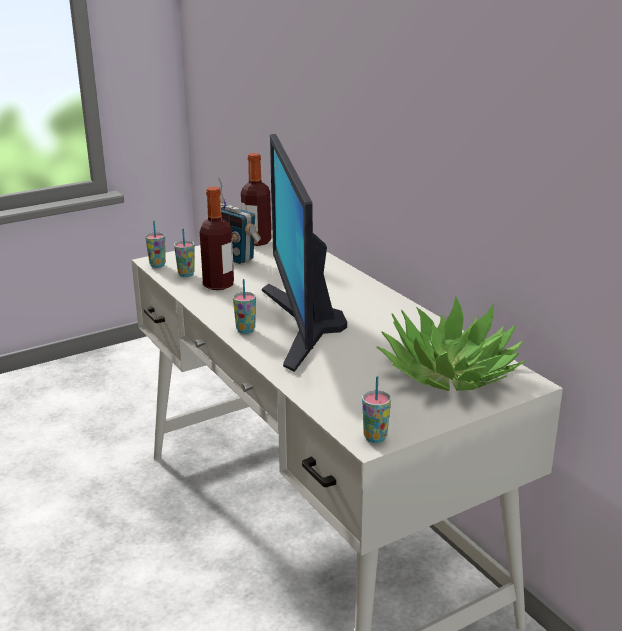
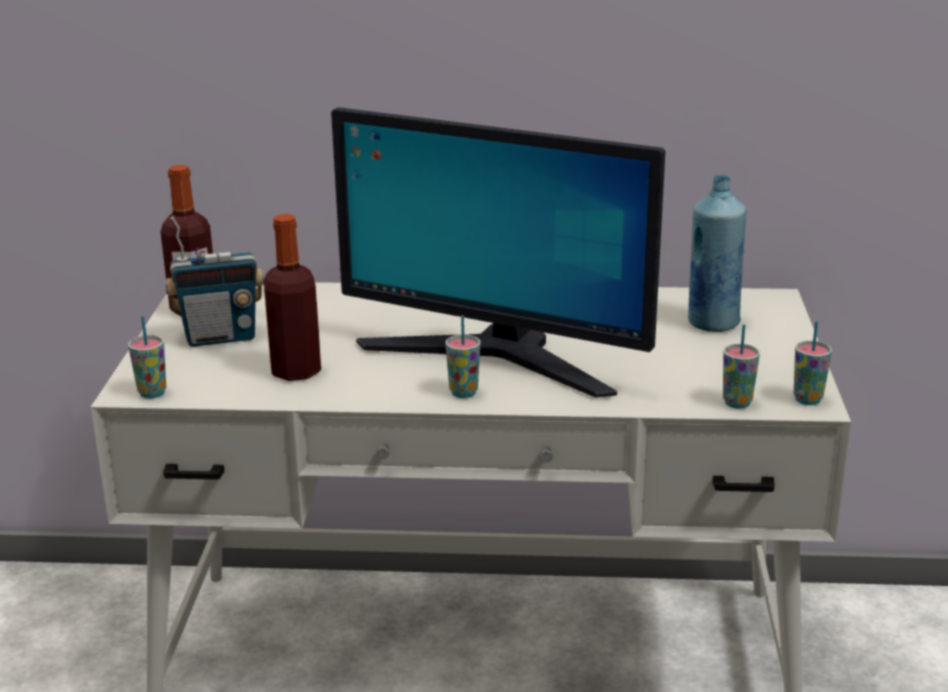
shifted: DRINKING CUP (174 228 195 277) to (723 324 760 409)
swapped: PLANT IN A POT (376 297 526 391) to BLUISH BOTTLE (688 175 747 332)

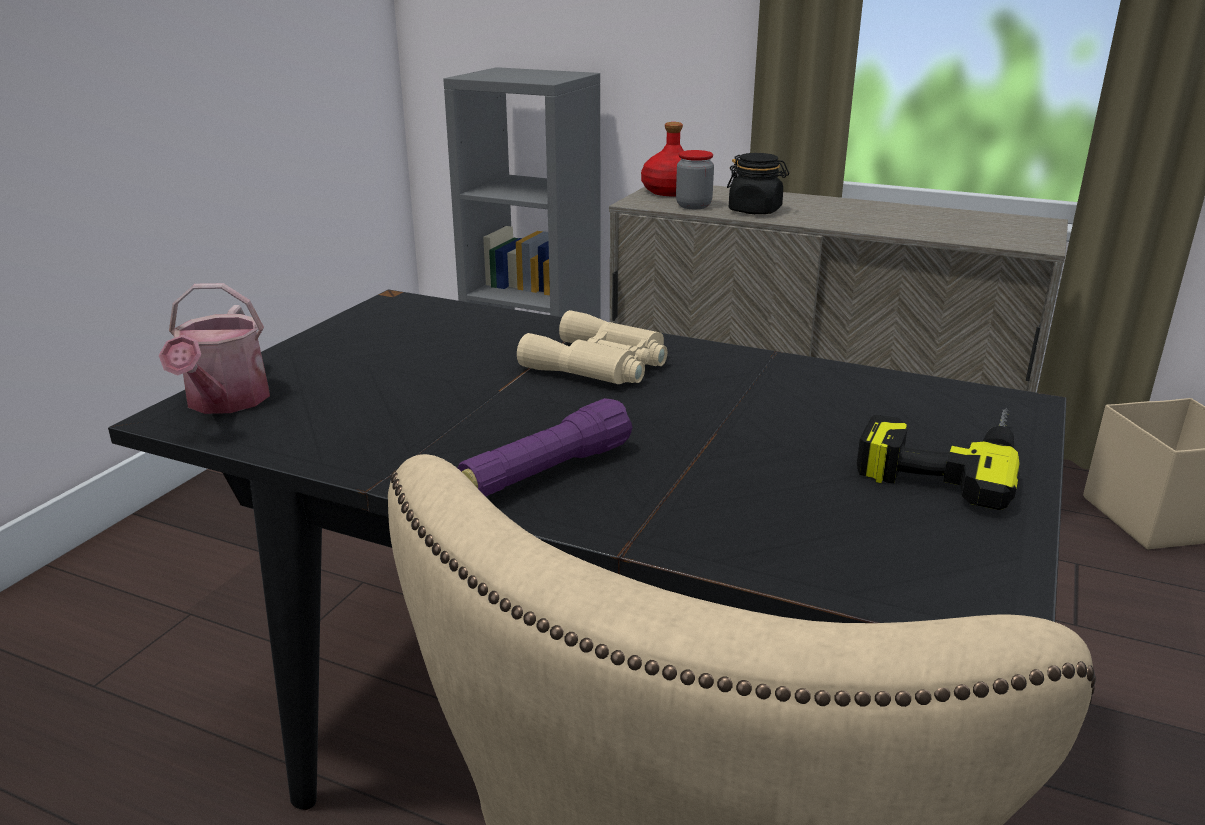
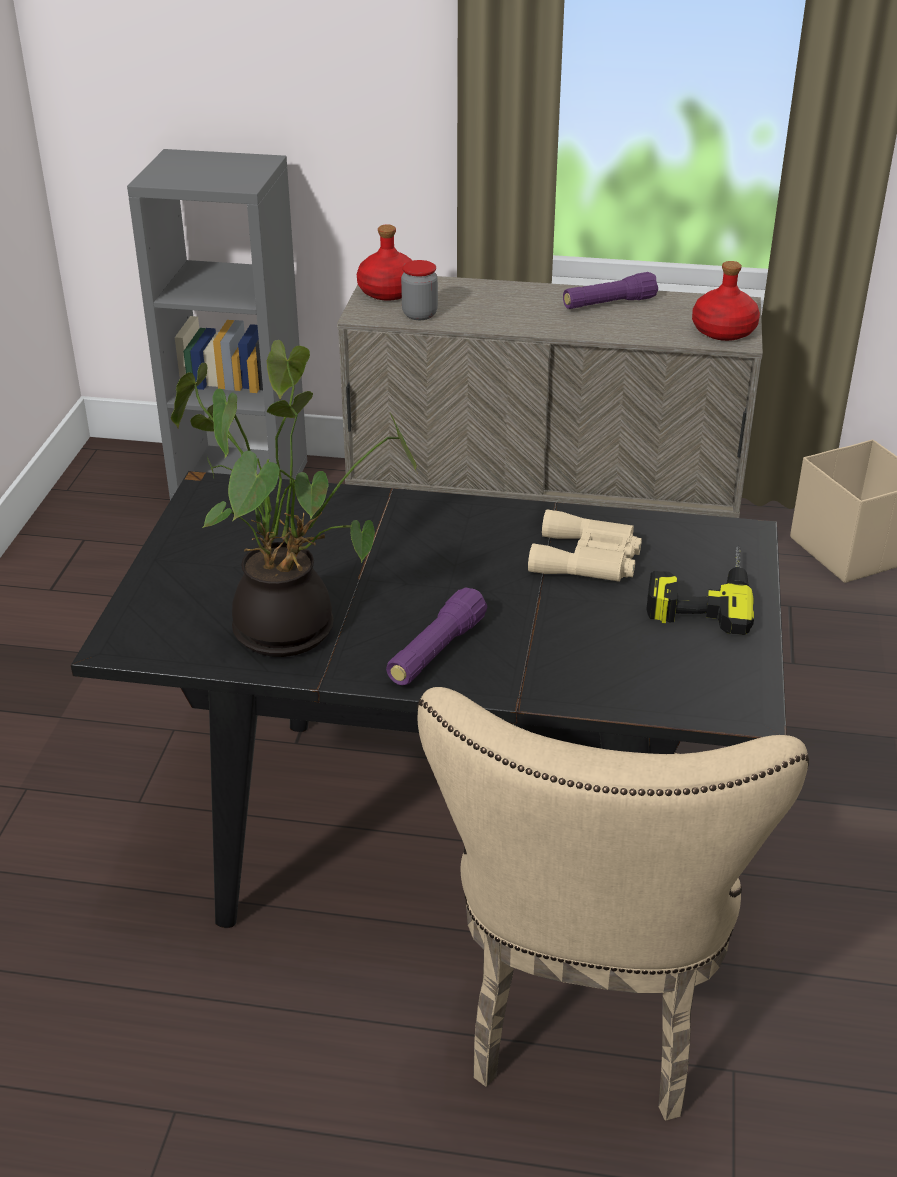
gone: SPRINKLING CAN (158 283 270 414); BLACK PRESERVE JAR (727 153 789 214)
new: PLANT IN A POT (171 340 417 657); PURPLE-COLOURED TORCH (563 272 658 309); RED BOTTLE (692 261 760 341)
shifted: SAND-COLOURED BINOCULARS (517 310 667 384) to (528 510 642 582)

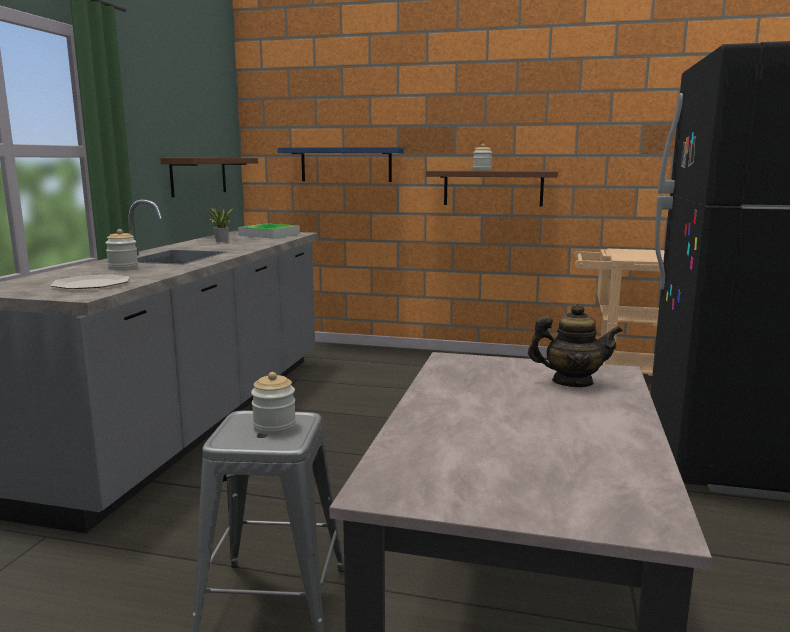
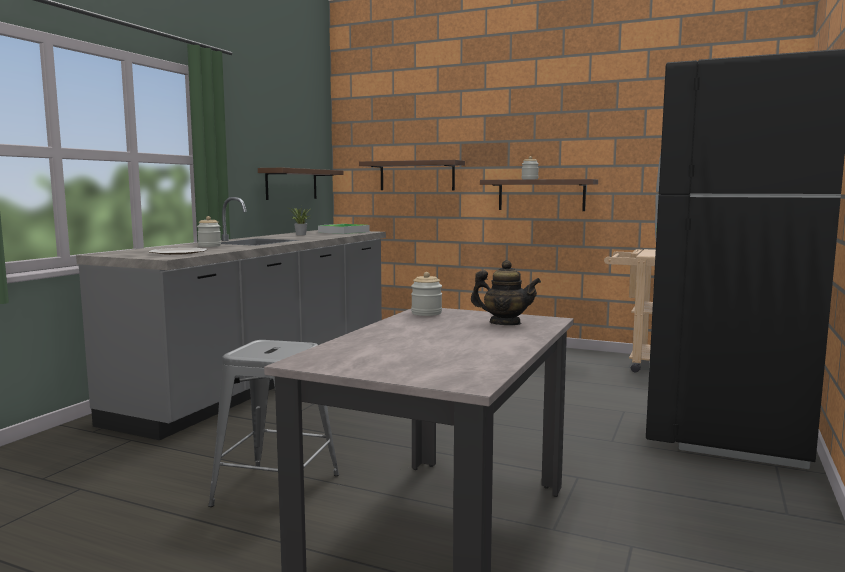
shifted: PRESERVE JAR (251 372 296 435) to (411 272 442 316)
repainted: BLUISH SHELF (278 147 404 182) to BROWNISH SHELF (359 160 465 190)

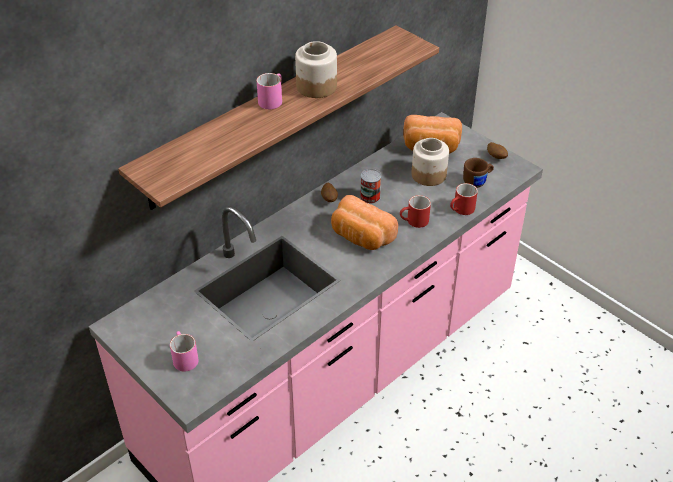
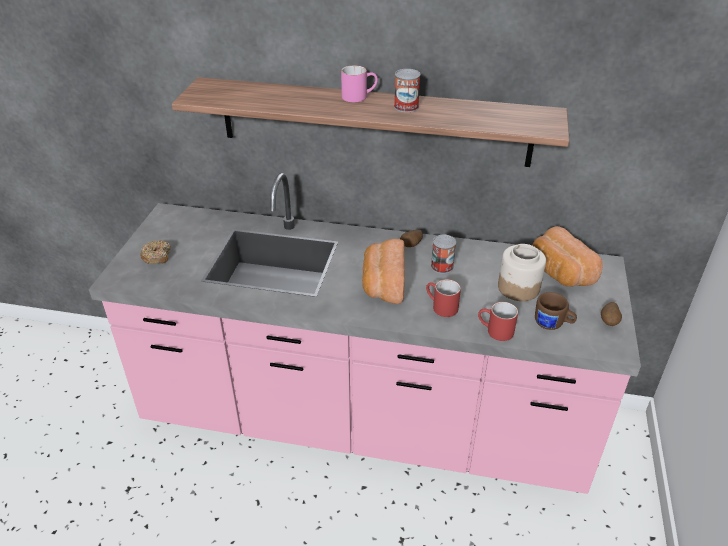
swapped: PINK-COLOURED TEA MUG (170 331 199 371) to DOUGHNUT (140 240 171 264); PRESERVE JAR (295 41 337 98) to SEALED CAN (394 69 421 112)

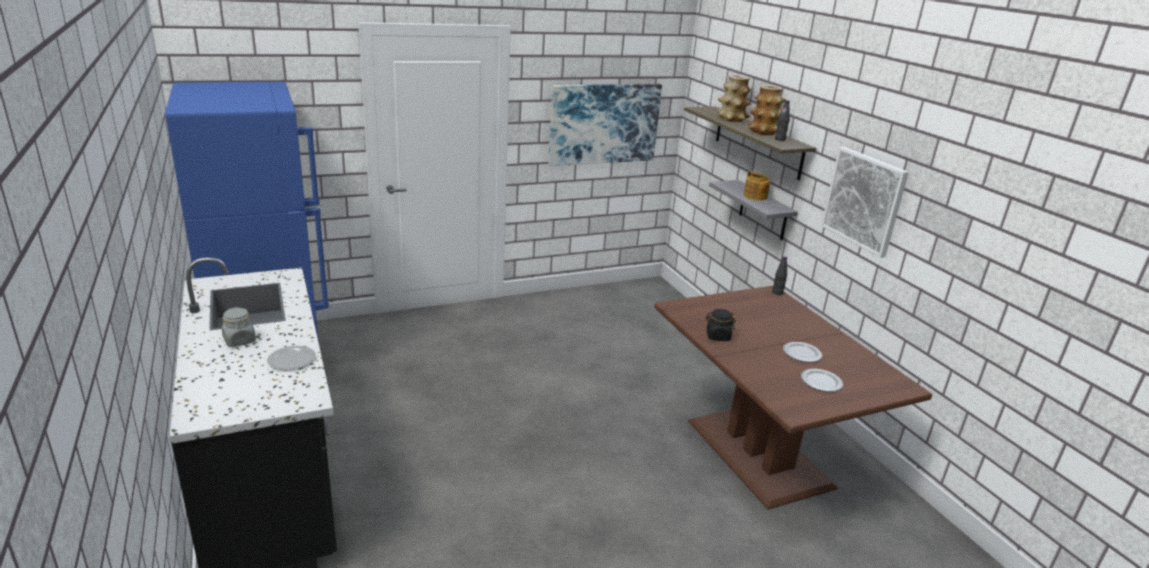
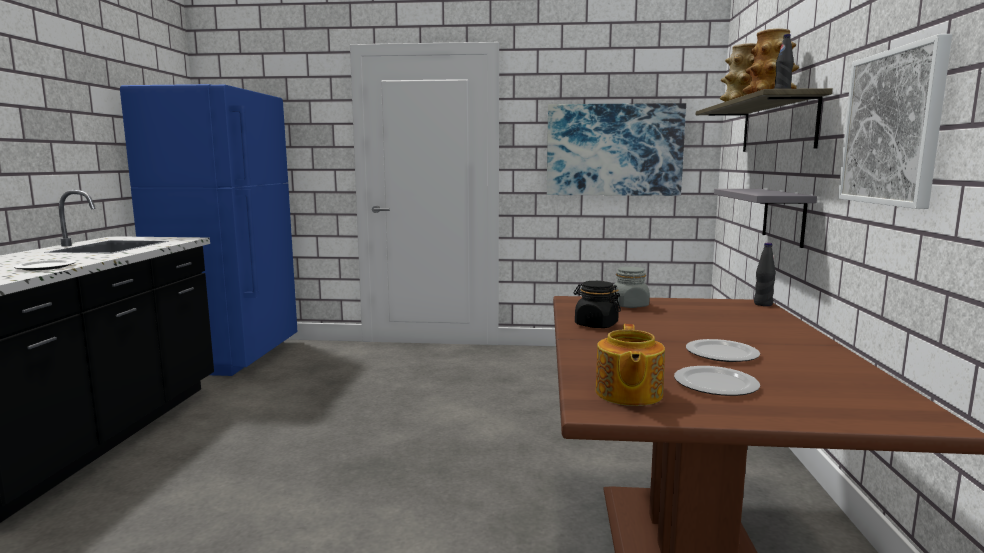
shifted: POT FOR TEA (743 171 771 200) to (595 324 665 406); GREYISH PRESERVE JAR (222 307 256 347) to (613 267 650 308)

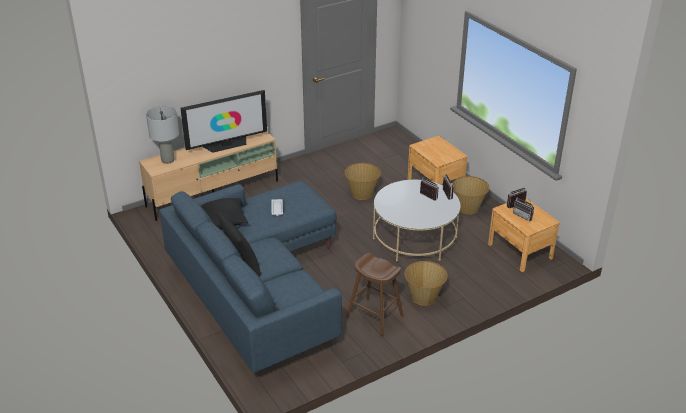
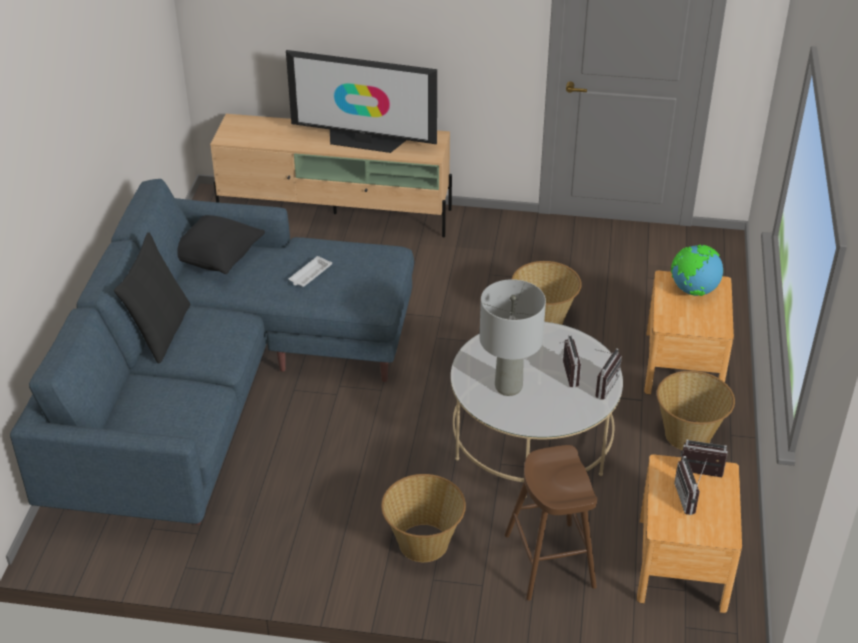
new: DESK GLOBE (671 245 723 296)
shifted: GREYISH LAMP FOR A TABLE (146 106 179 164) to (480 279 546 396); BROWNISH STOOL (346 253 403 336) to (505 445 597 601)

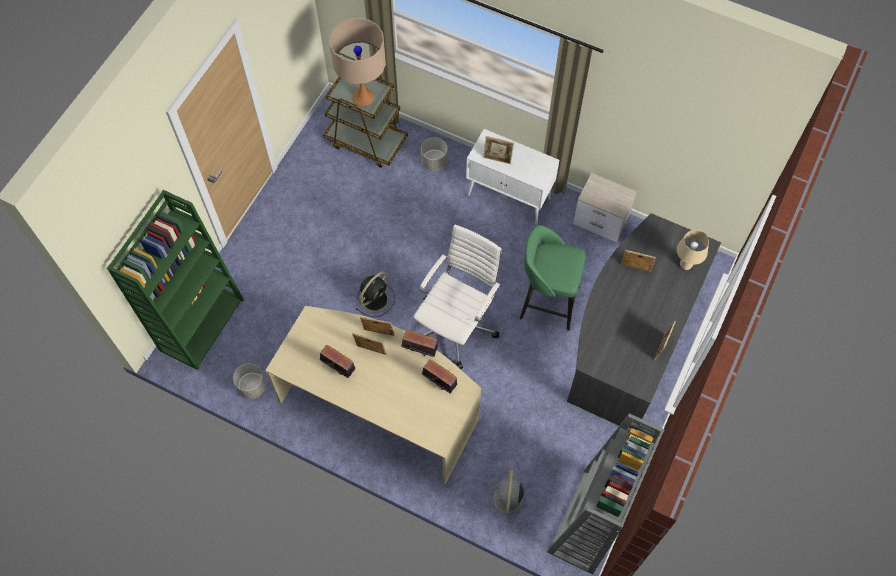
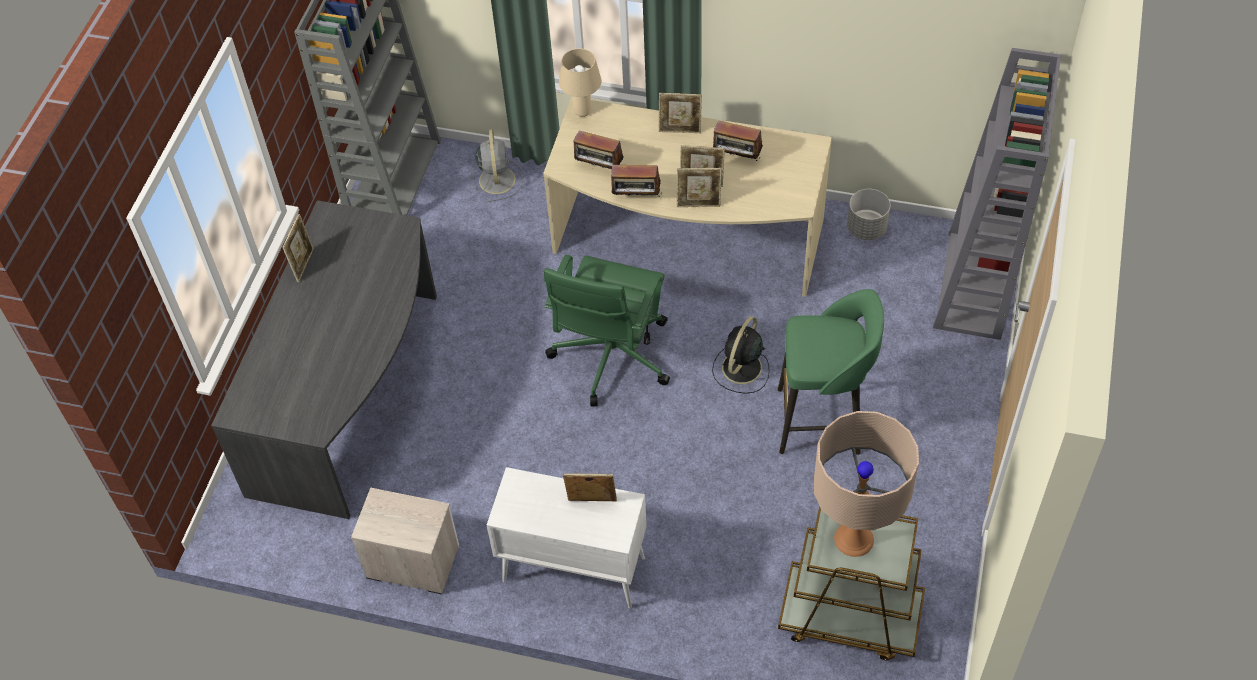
gone: GREYISH PLANT POT (421 137 448 171)
shifted: SAND-COLOURED LAMP FOR A TABLE (677 230 709 270) to (559 48 601 117); STANDING FRAME (621 250 656 272) to (659 93 702 133); GREENISH STOOL (520 225 585 331) to (778 289 884 455)
repainted: WHITE OFFICE CHAIR (413 225 502 369) to GREENISH OFFICE CHAIR (544 255 670 406); GREENISH BOOKCASE (107 190 244 370) to GREYISH BOOKCASE (933 48 1061 340)

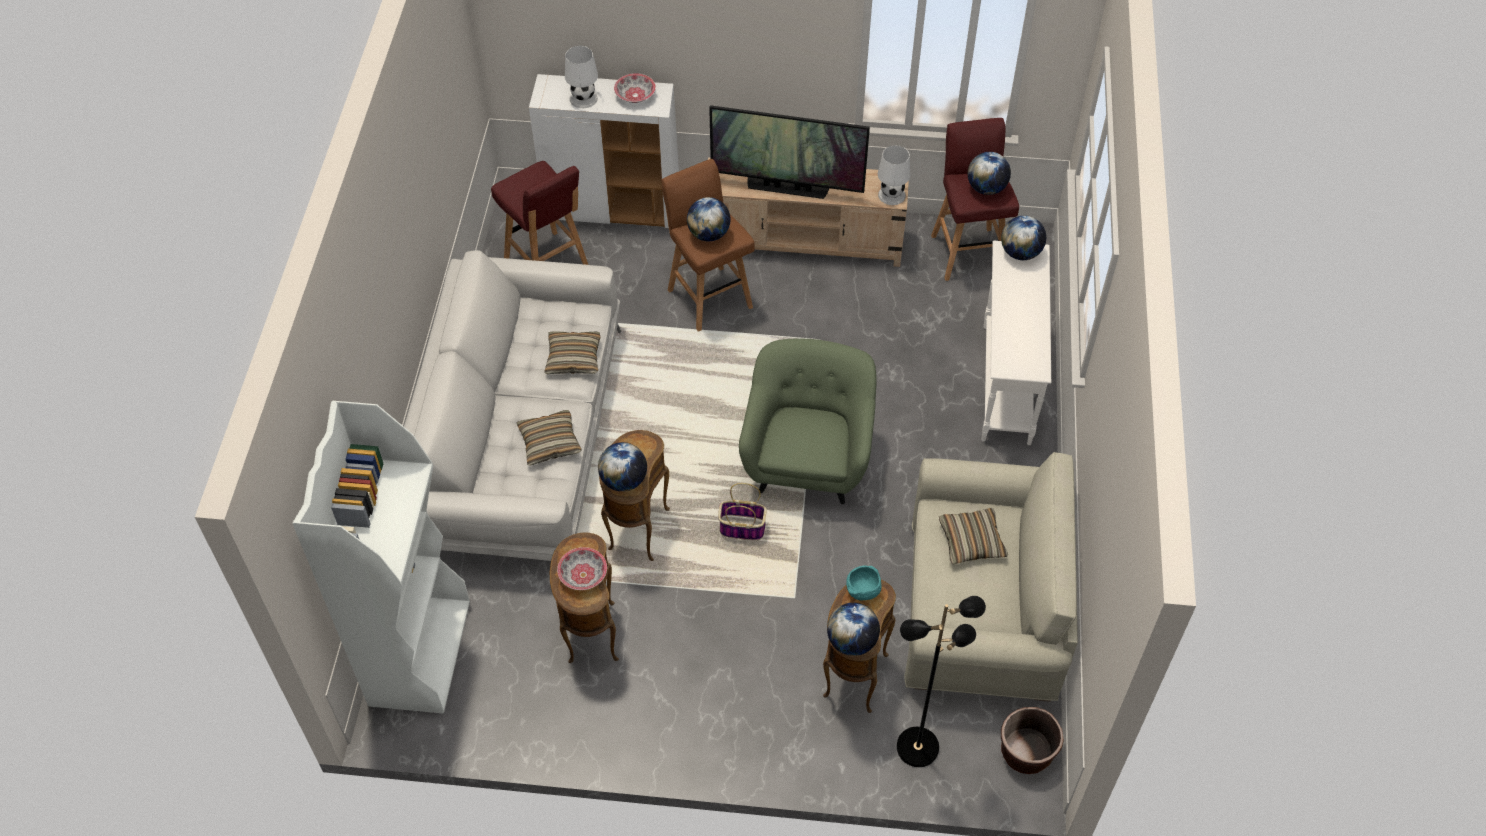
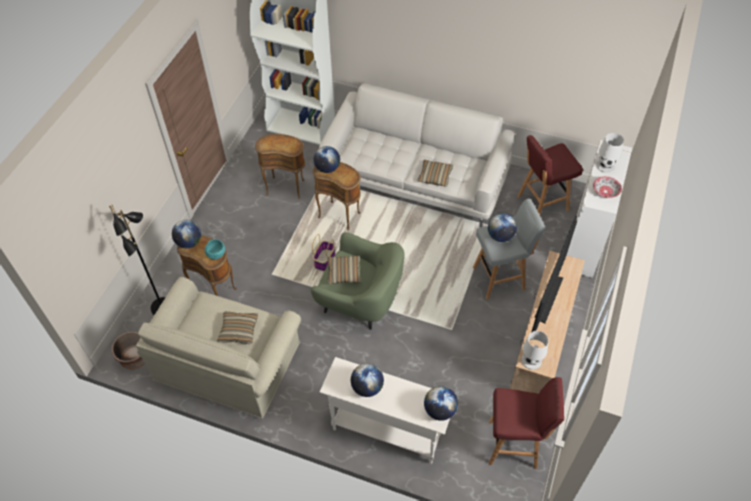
gone: DEEP DISH (557 547 607 590)
shifted: PILLOW (517 410 582 466) to (327 256 361 284); DESK GLOBE (968 152 1011 195) to (351 363 384 397)
repainted: BROWNISH STOOL (661 159 755 332) to GREYISH STOOL (473 199 545 299)

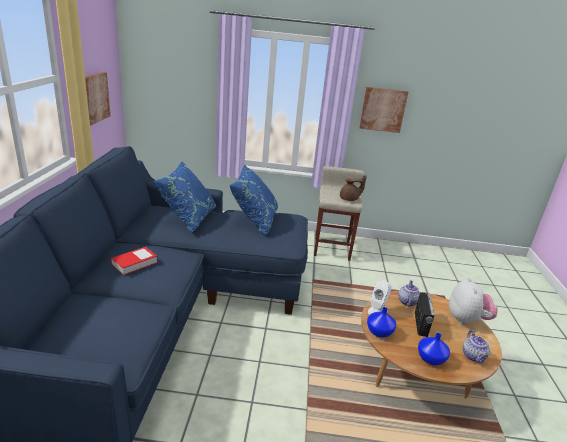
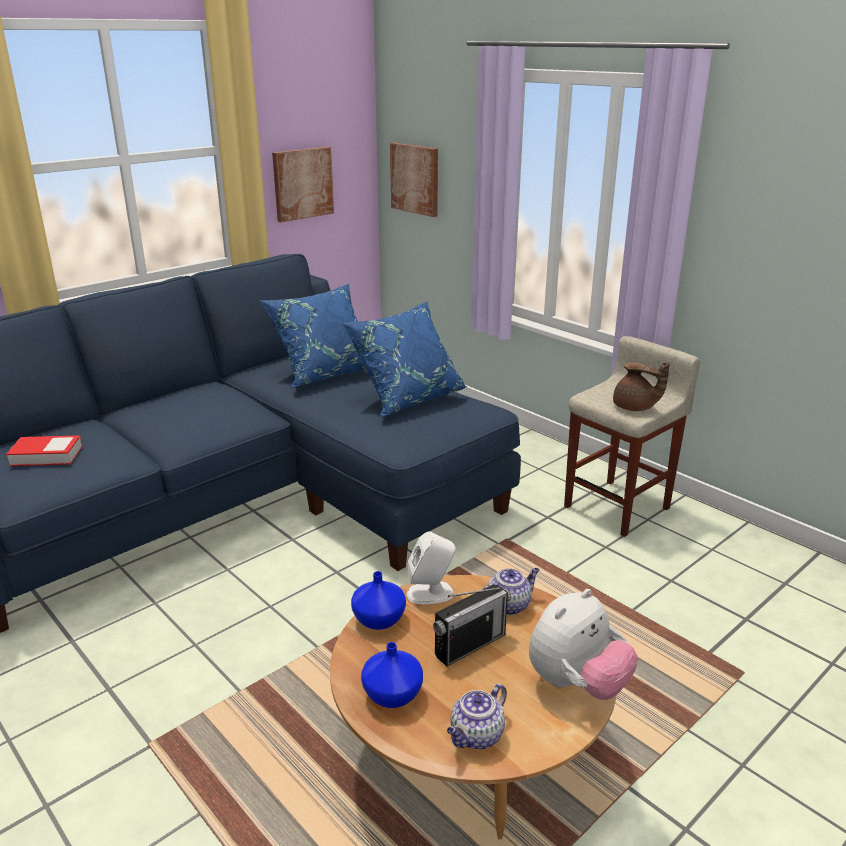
shifted: BOUND BOOK (111 247 158 275) to (6 435 83 466); WALL PICTURE (359 87 408 133) to (390 143 438 217)

